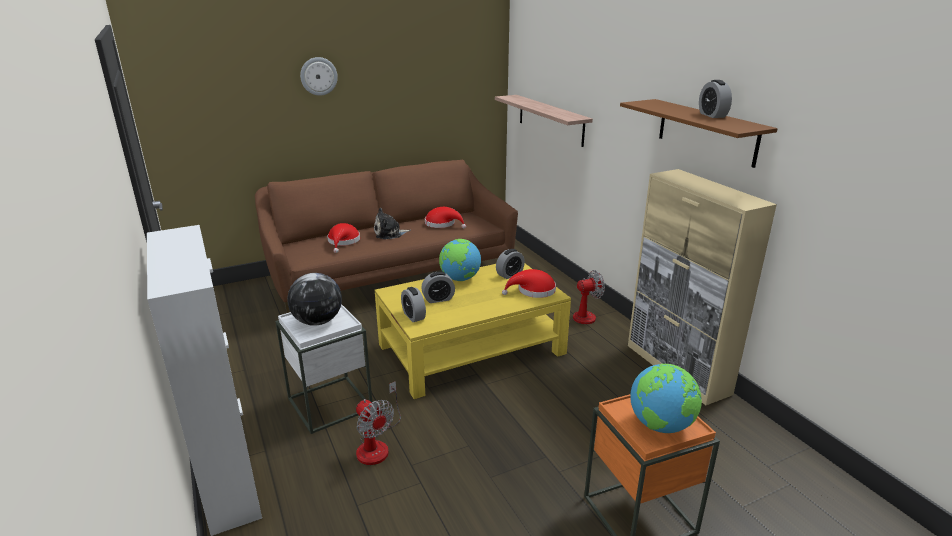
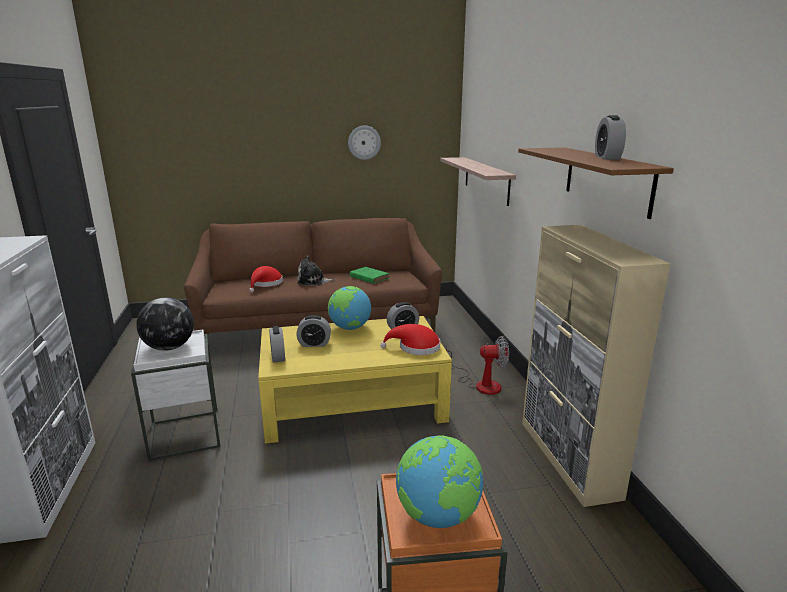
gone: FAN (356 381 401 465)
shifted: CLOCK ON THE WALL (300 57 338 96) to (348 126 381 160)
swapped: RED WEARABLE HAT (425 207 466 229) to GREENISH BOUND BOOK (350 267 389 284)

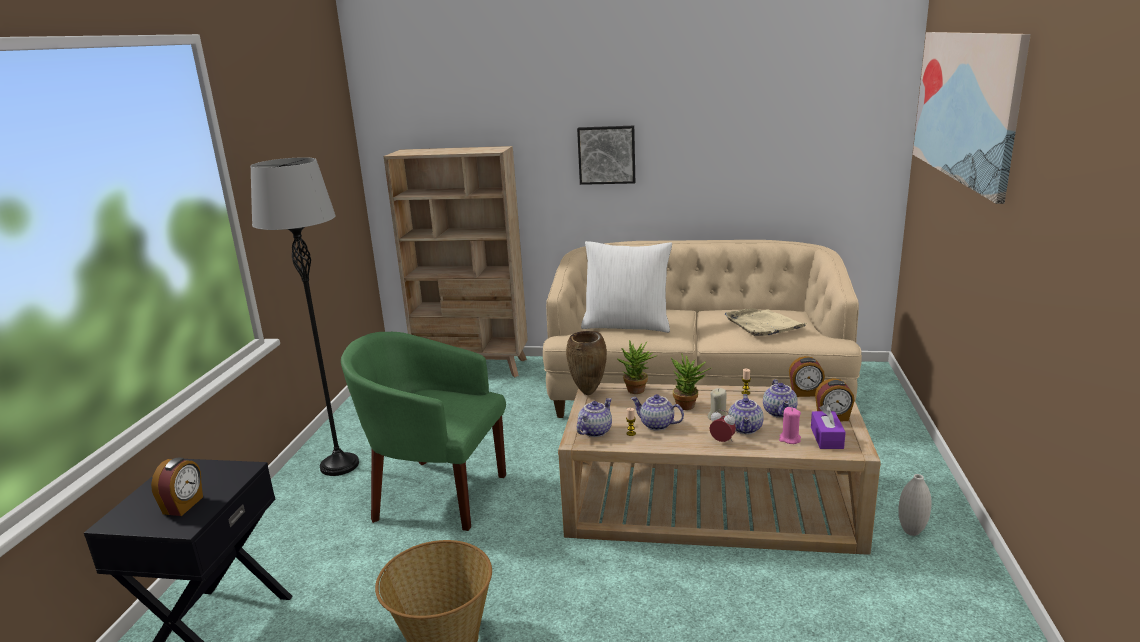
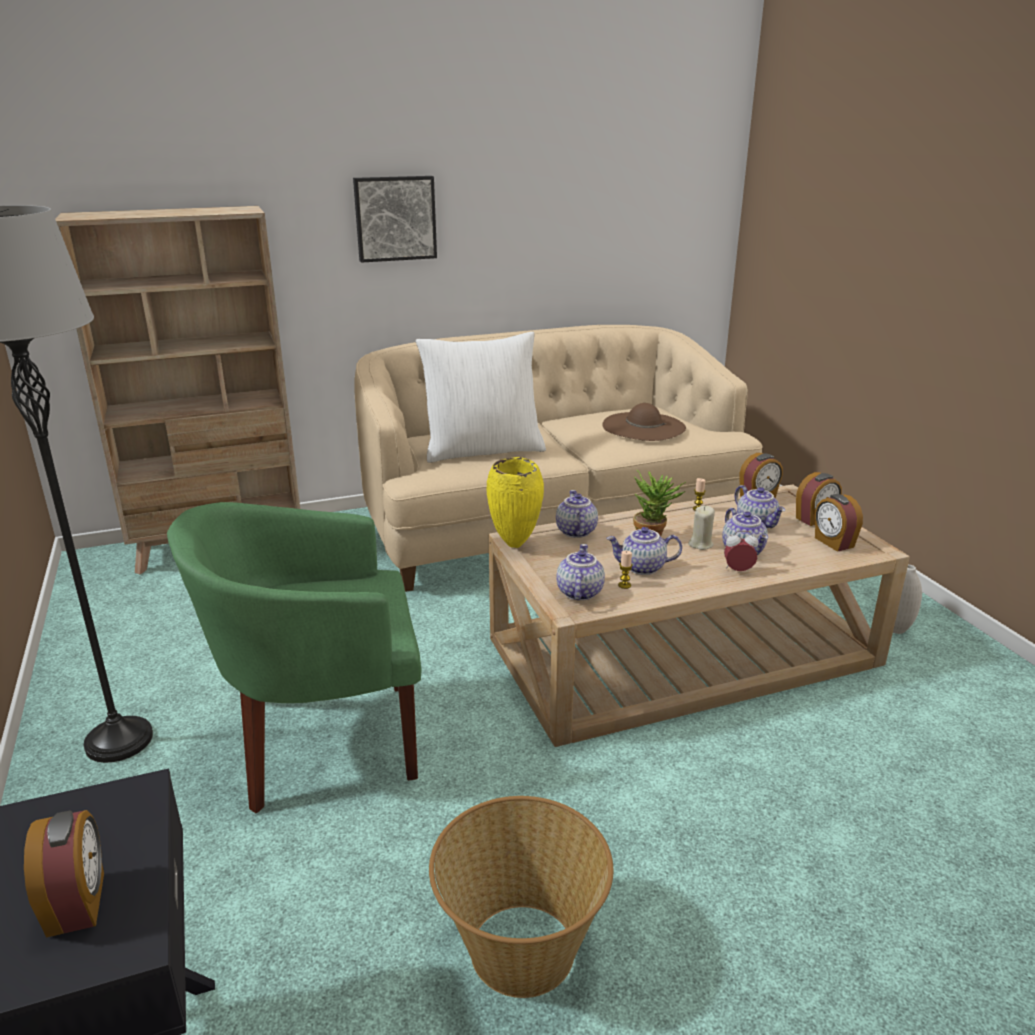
gone: PINK-COLOURED WAX CANDLE (779 407 801 444); WALL PICTURE (913 32 1031 204)
swapped: PLANT IN A POT (618 340 657 394) to POT FOR TEA (556 490 598 538); SAND-COLOURED CARRYING TRAY (725 308 809 336) to BROWNISH WEARABLE HAT (602 403 686 441); PURPLE-COLOURED TISSUE HOLDER (811 404 846 449) to BEDSIDE CLOCK (815 494 863 552)
repainted: BROWNISH DECORATIVE VASE (566 331 607 395) to YELLOW DECORATIVE VASE (487 457 544 548)

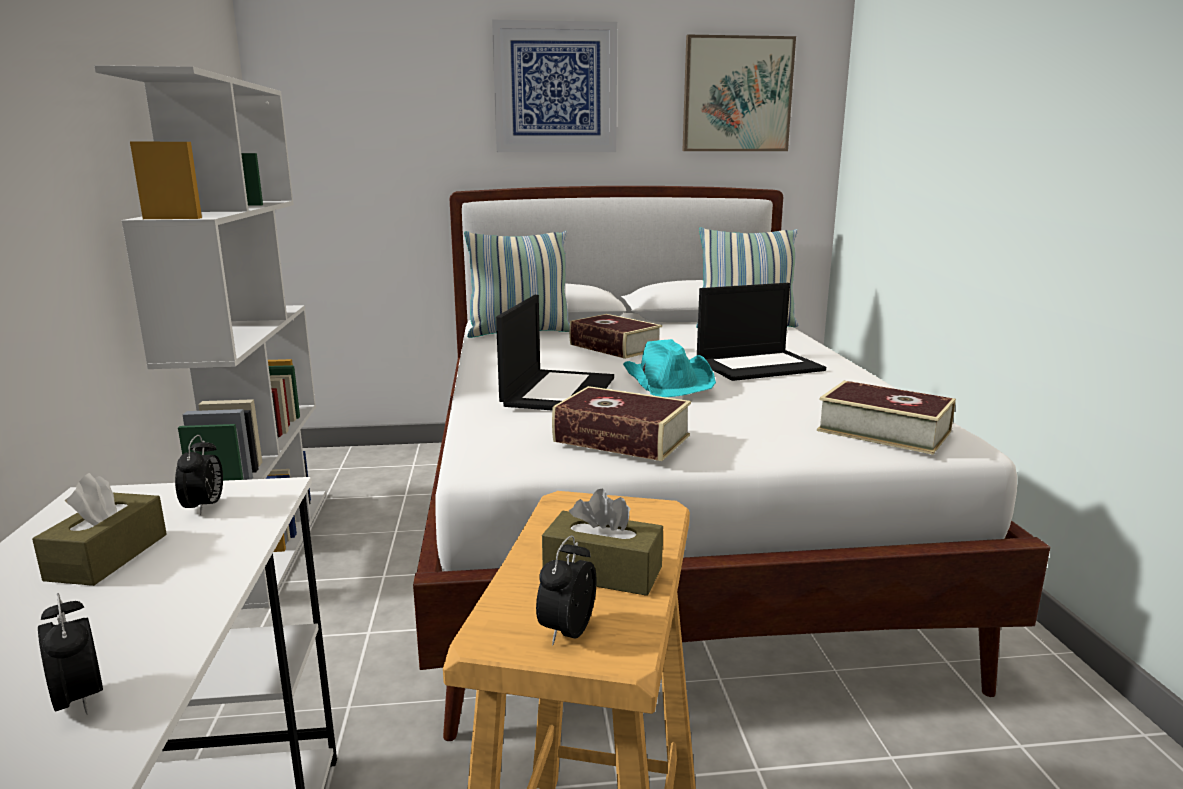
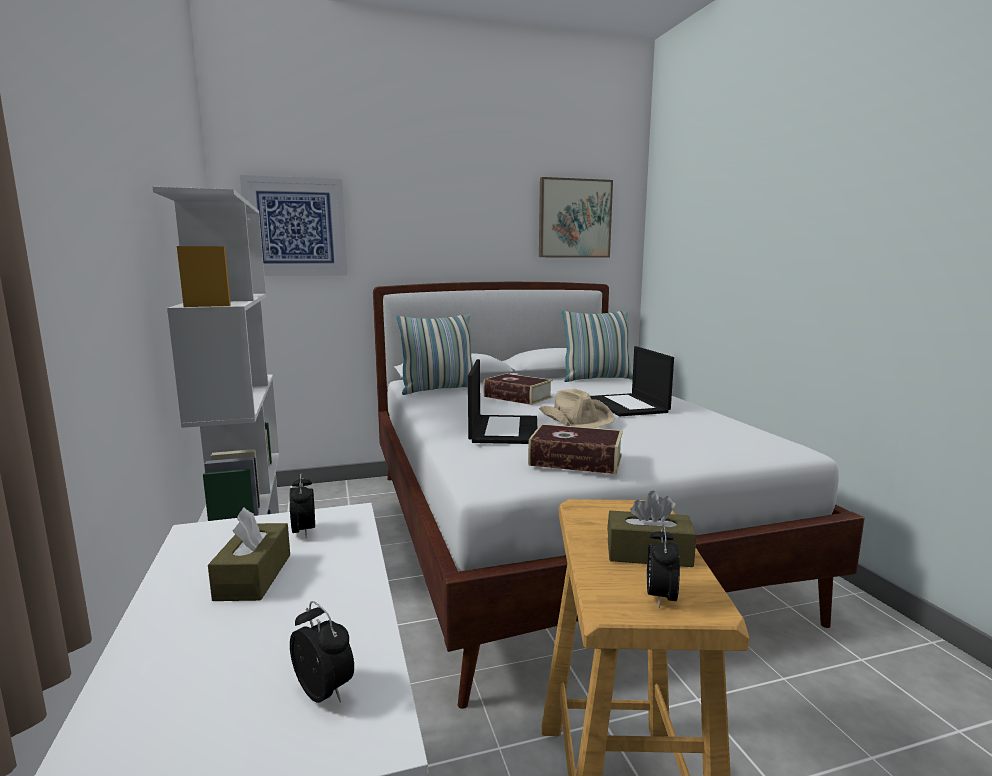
gone: BOUND BOOK (817 381 956 455)
shifted: WALL PICTURE (492 20 617 152) to (240 175 347 276)
repainted: TURQUOISE WEARABLE HAT (623 339 716 397) to SAND-COLOURED WEARABLE HAT (539 389 615 428)
rotated: LAPTOP (697 283 826 381) = (590 346 674 416) 105 degrees clockwise

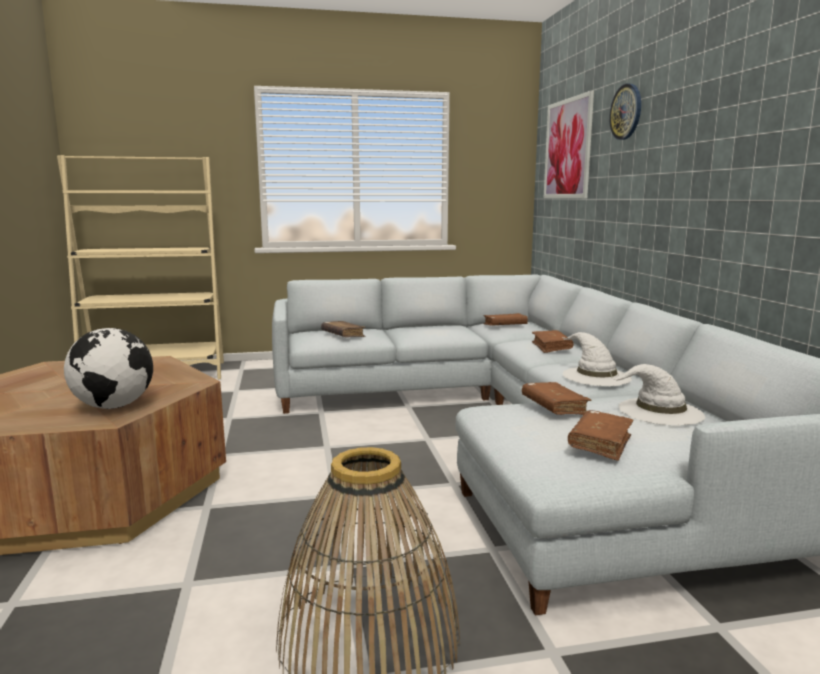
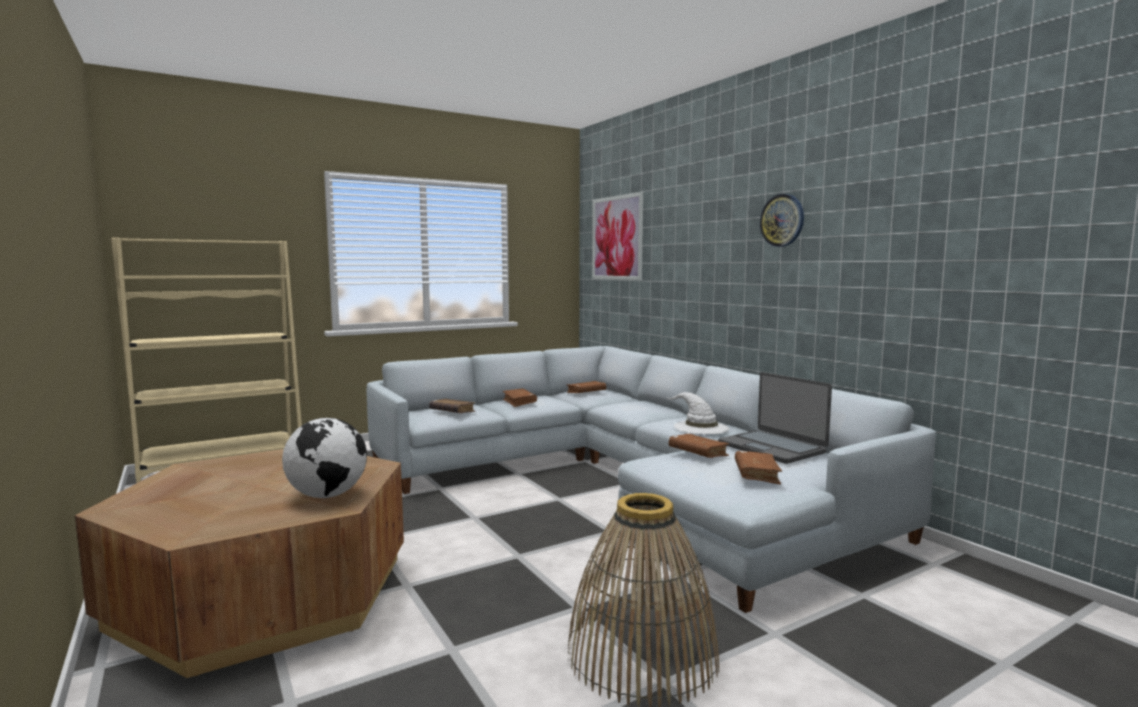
shifted: BROWNISH BOUND BOOK (532 330 573 353) to (502 389 537 407); CLOCK ON THE WALL (609 84 641 140) to (760 194 804 247)
swapped: WHITE WEARABLE HAT (611 364 705 426) to LAPTOP (718 372 832 464)

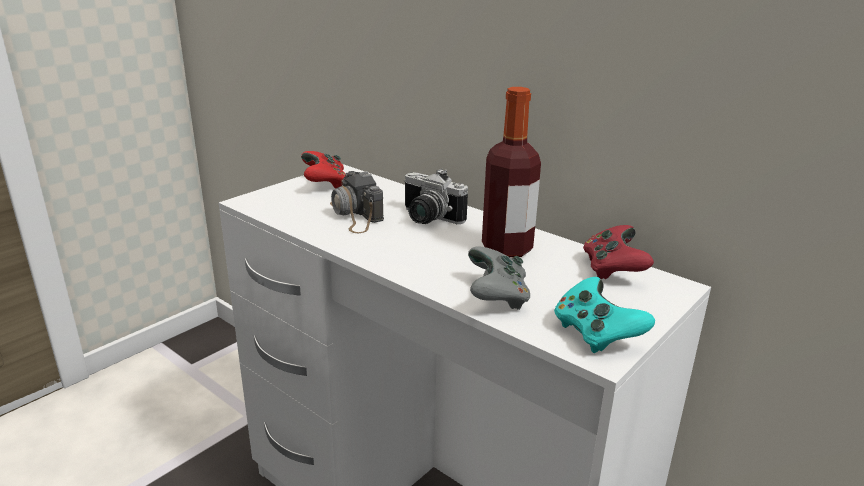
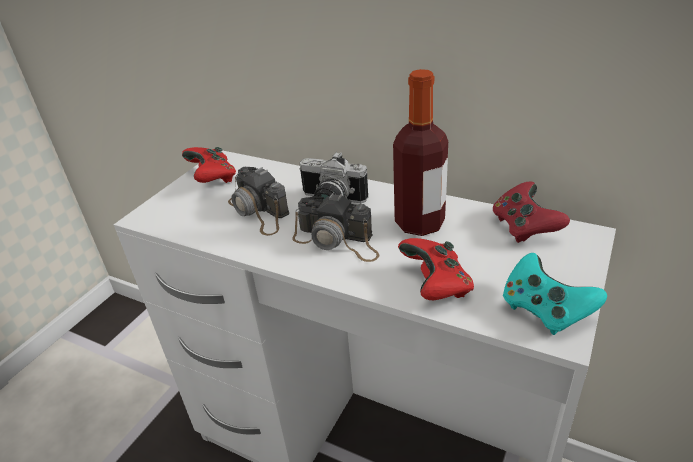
new: STILL CAMERA (292 193 379 262)
repainted: GREYISH GAMEPAD (468 247 530 310) to RED GAMEPAD (398 238 474 300)

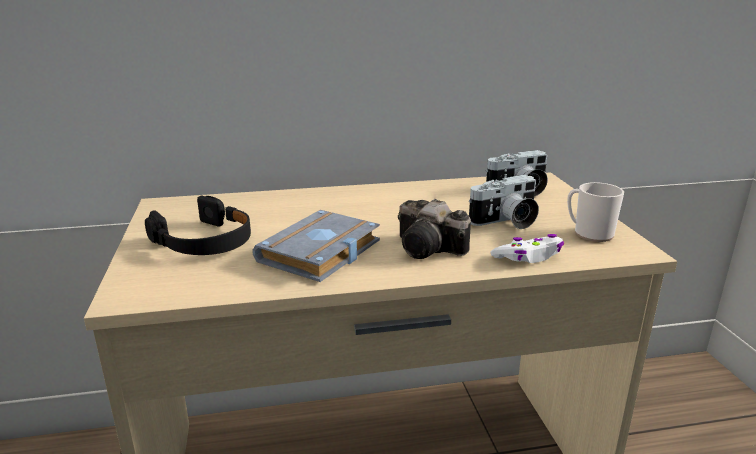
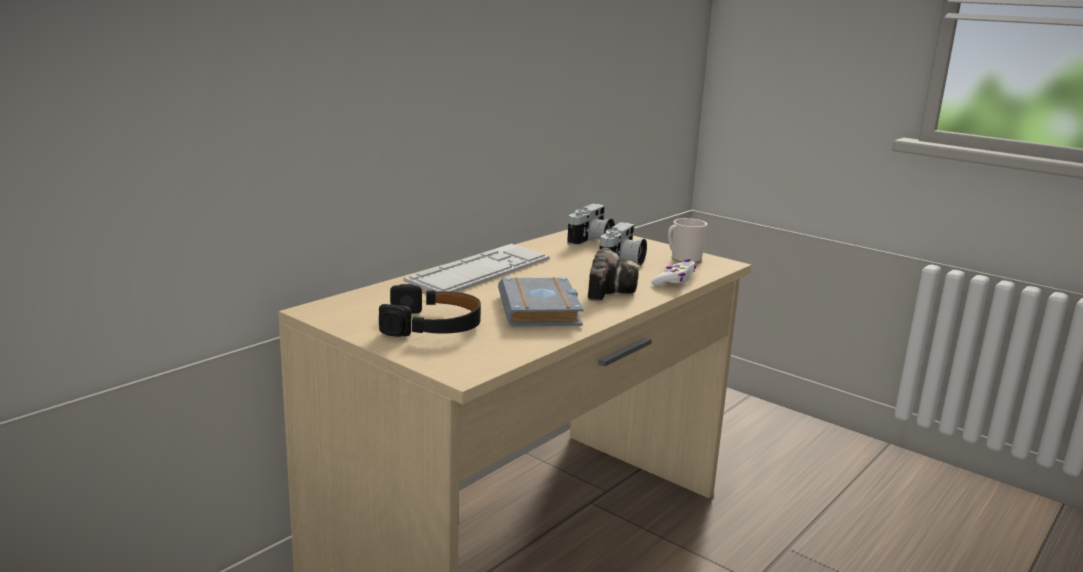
new: KEYBOARD (403 244 549 292)
rotated: STILL CAMERA (398 199 471 259) = (588 248 639 301) 75 degrees counterclockwise

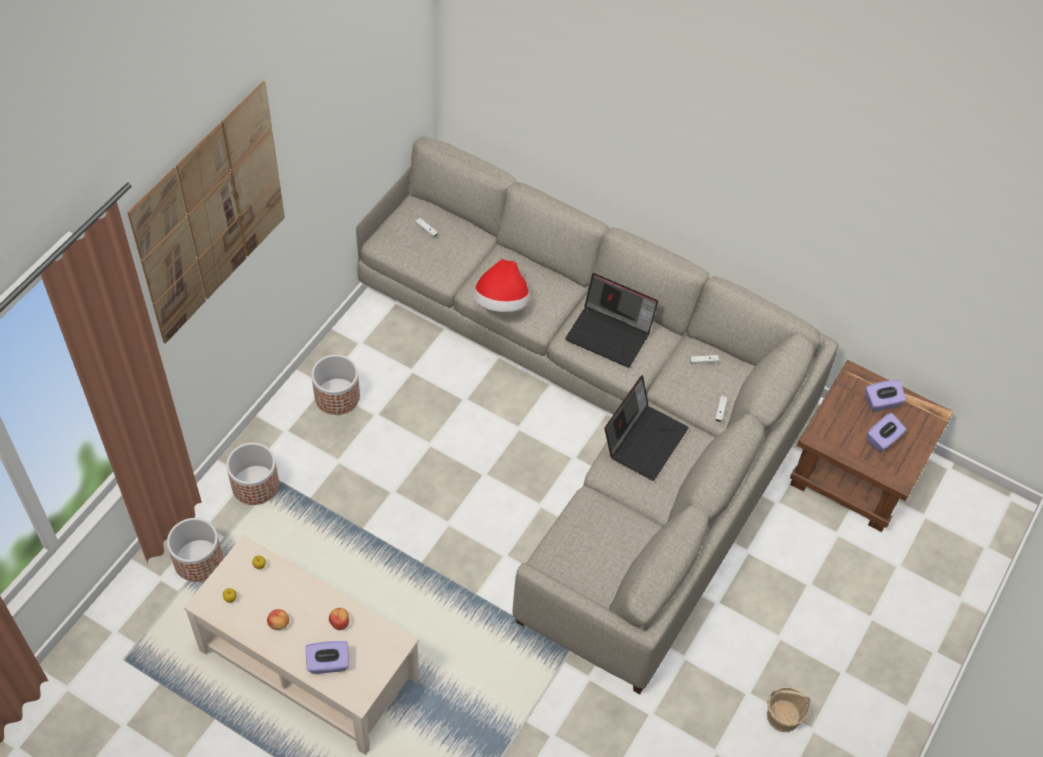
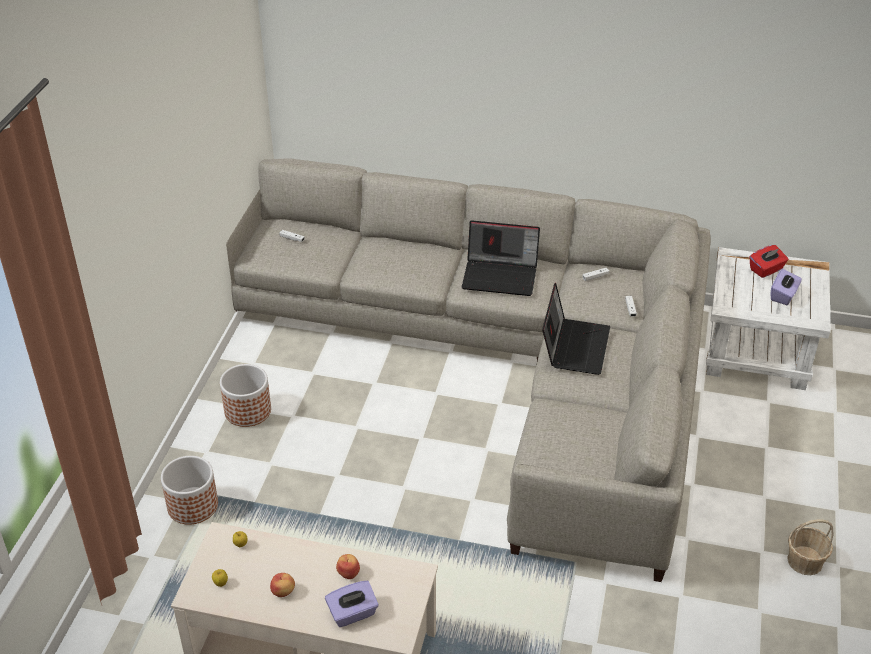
gone: WALL PICTURE (127 81 285 344); PLANT POT (167 518 223 582); WEARABLE HAT (473 259 529 312)
repainted: BROWNISH END TABLE (790 360 953 532) to WHITE END TABLE (706 247 830 390); PURPLE-COLOURED TISSUE HOLDER (865 380 906 412) to RED TISSUE HOLDER (750 245 788 278)

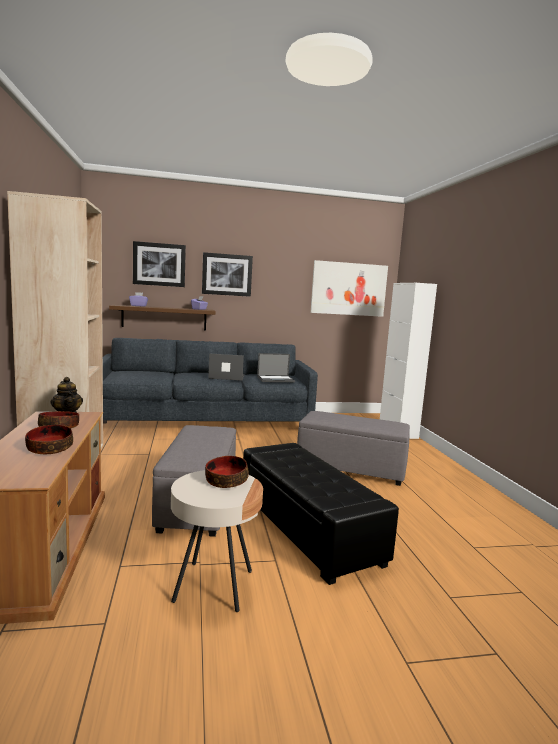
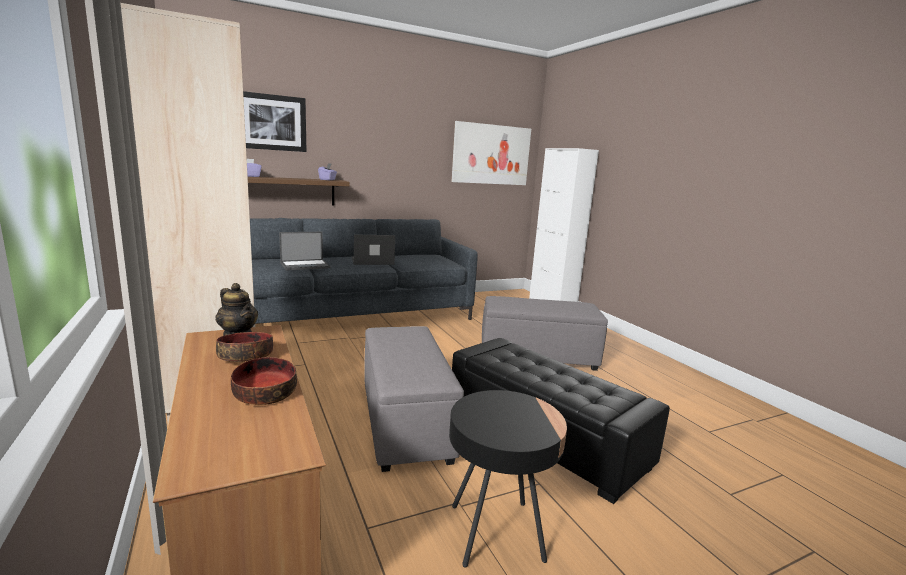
gone: WALL PICTURE (202 252 253 297); DEEP DISH (205 456 249 488)
shifted: LAPTOP (257 353 295 382) to (279 232 331 271)
repainted: SAND-COLOURED END TABLE (171 470 263 612) to BLACK END TABLE (449 390 567 568)

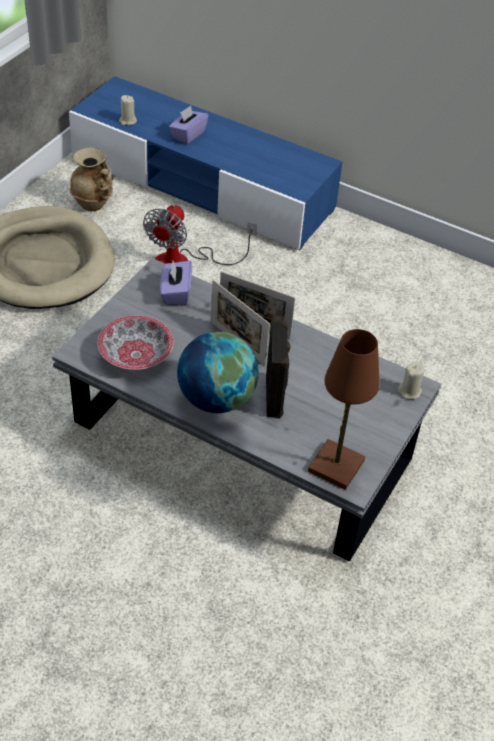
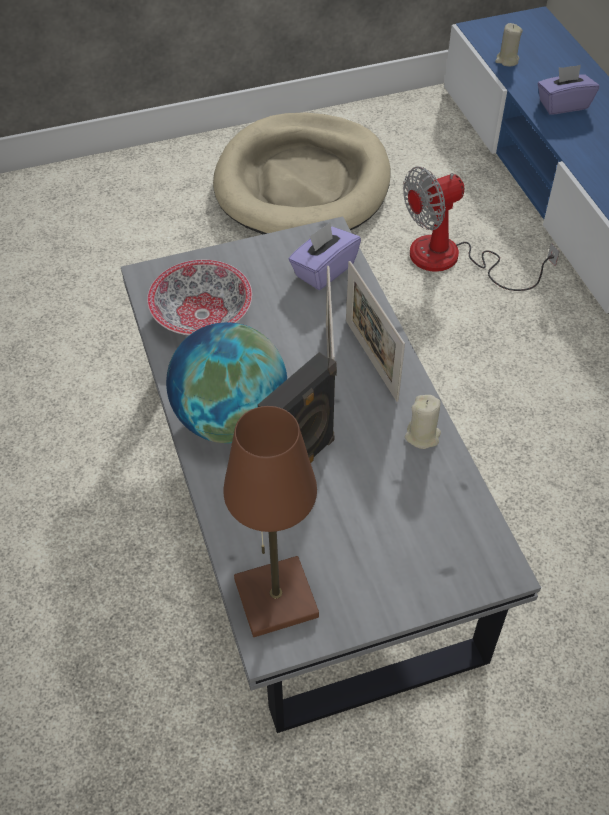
gone: SAND-COLOURED DECORATIVE VASE (70 148 113 211)
shifted: SAND-COLOURED WAX CANDLE (398 362 424 399) to (405 395 441 449)

